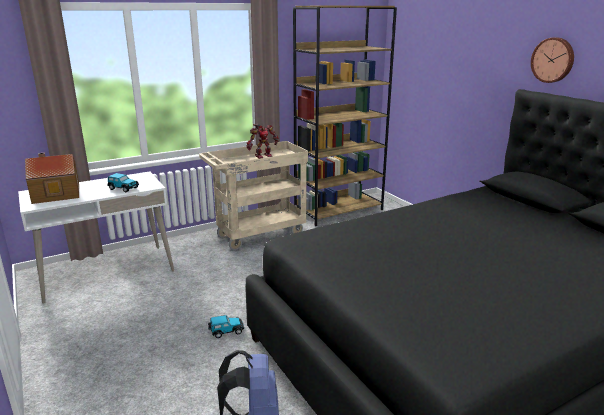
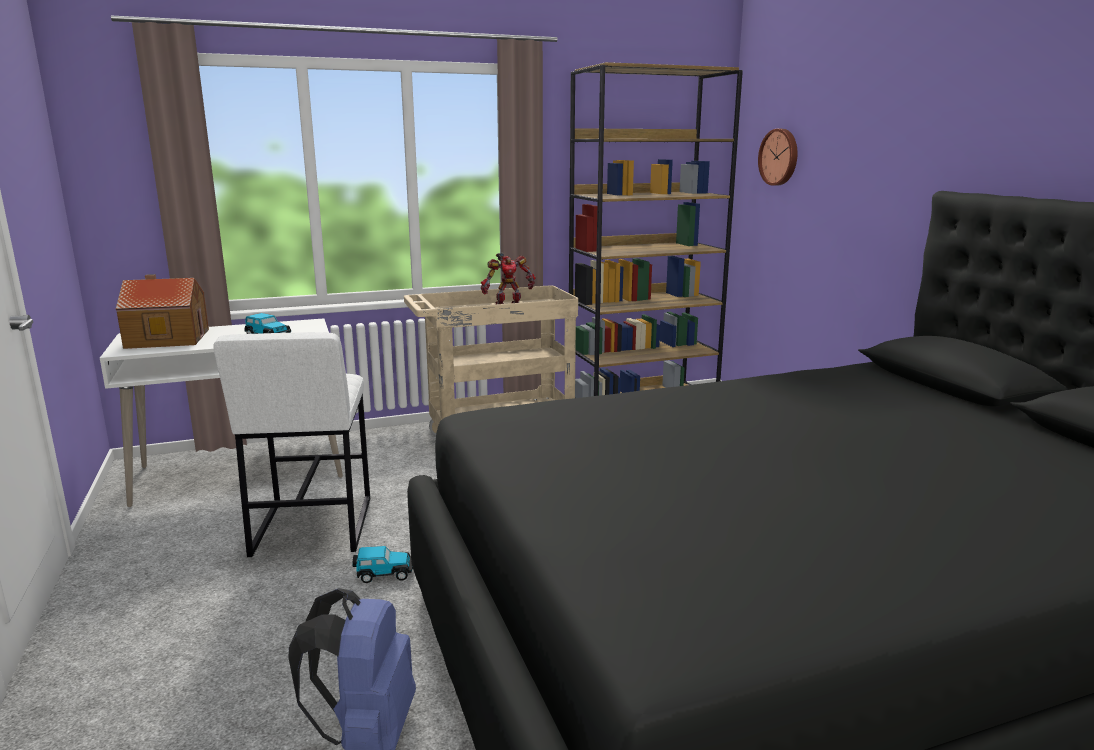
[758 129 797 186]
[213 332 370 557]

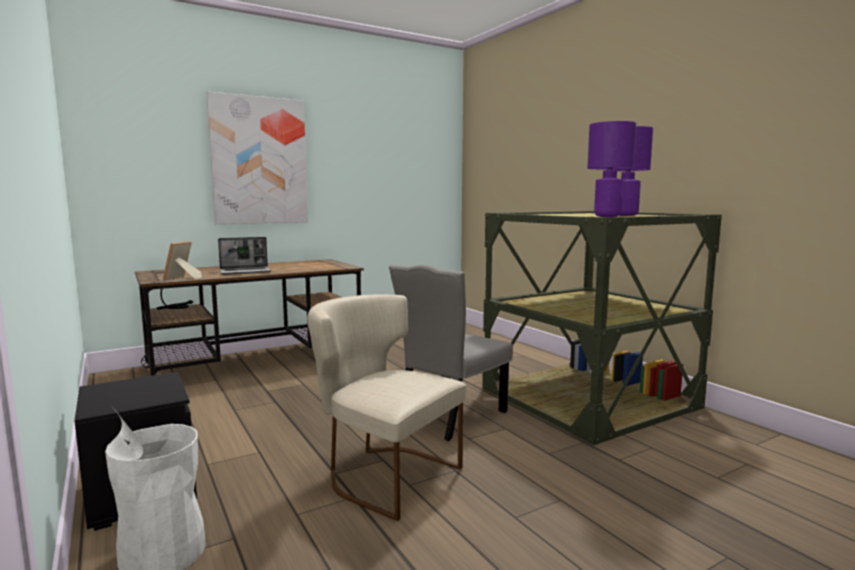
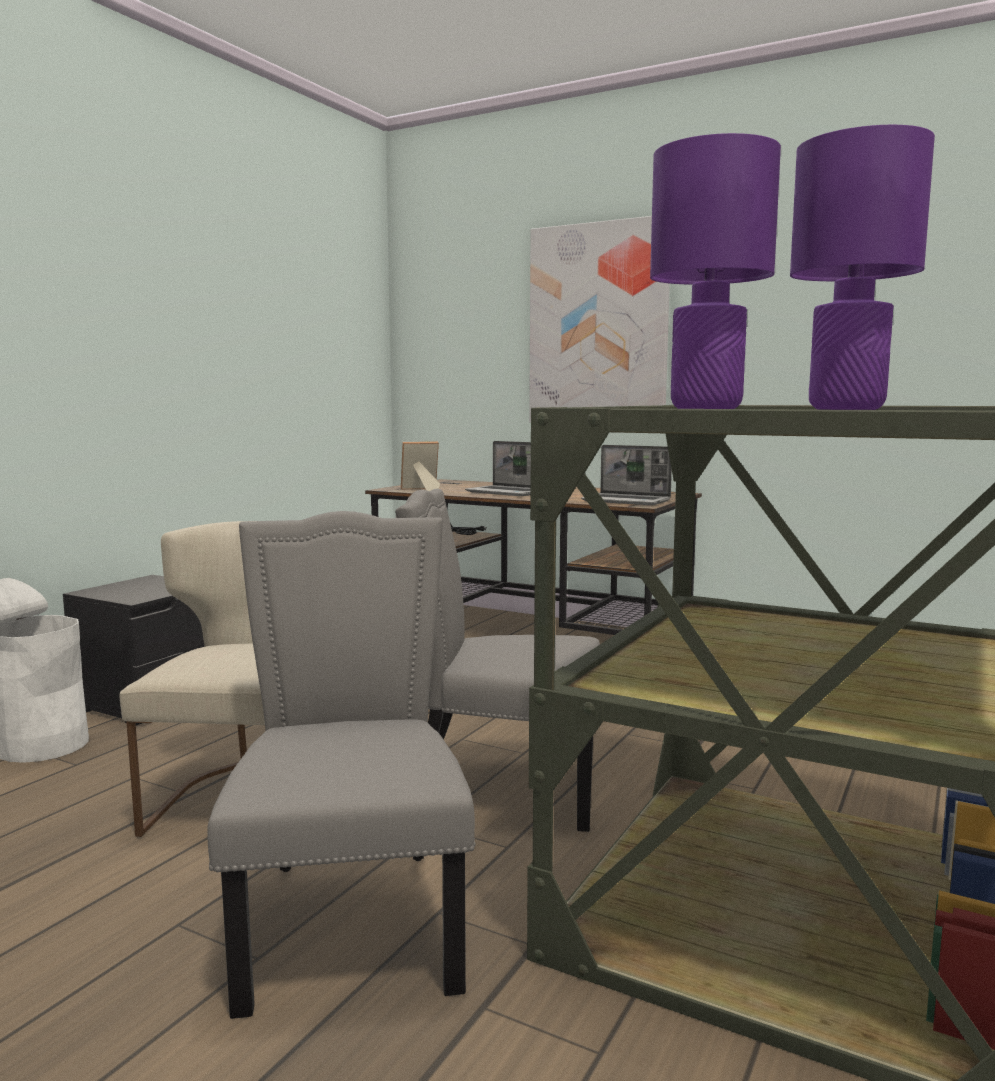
[207 511 476 1019]
[581 445 672 505]

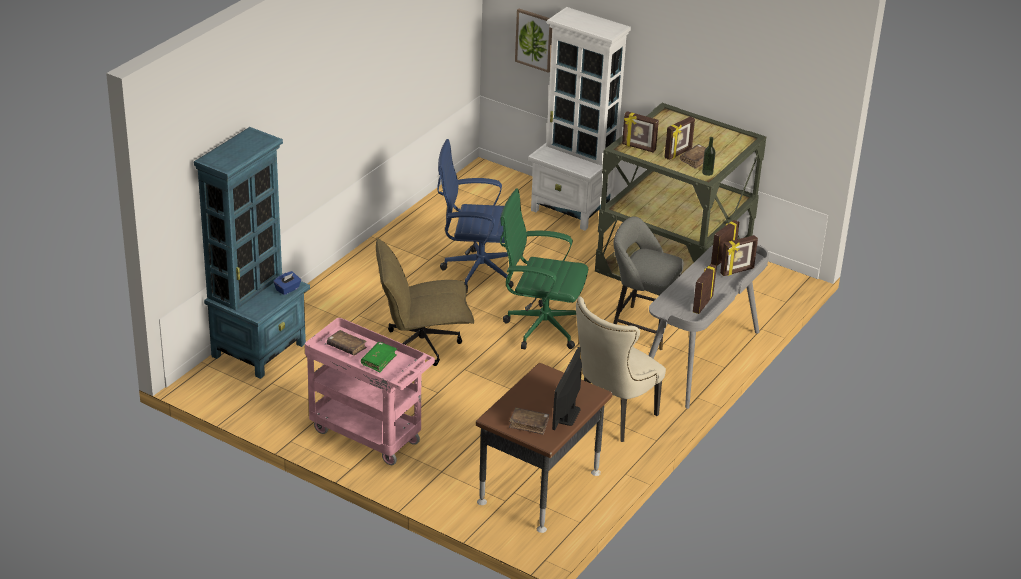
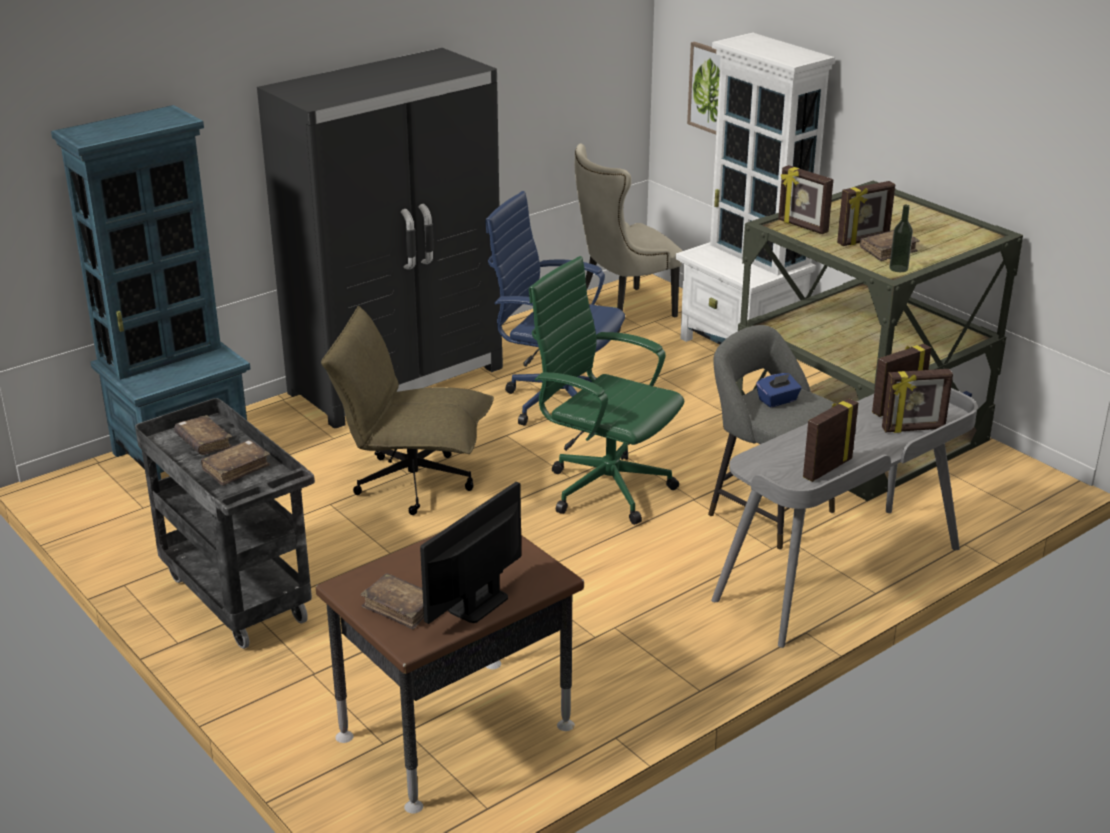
[756 373 802 407]
[135 398 315 649]
[201 440 270 486]
[575 143 682 333]
[257 48 503 428]

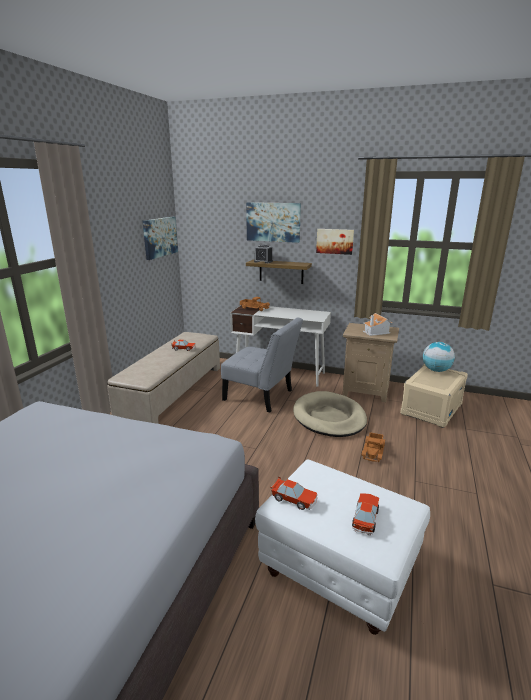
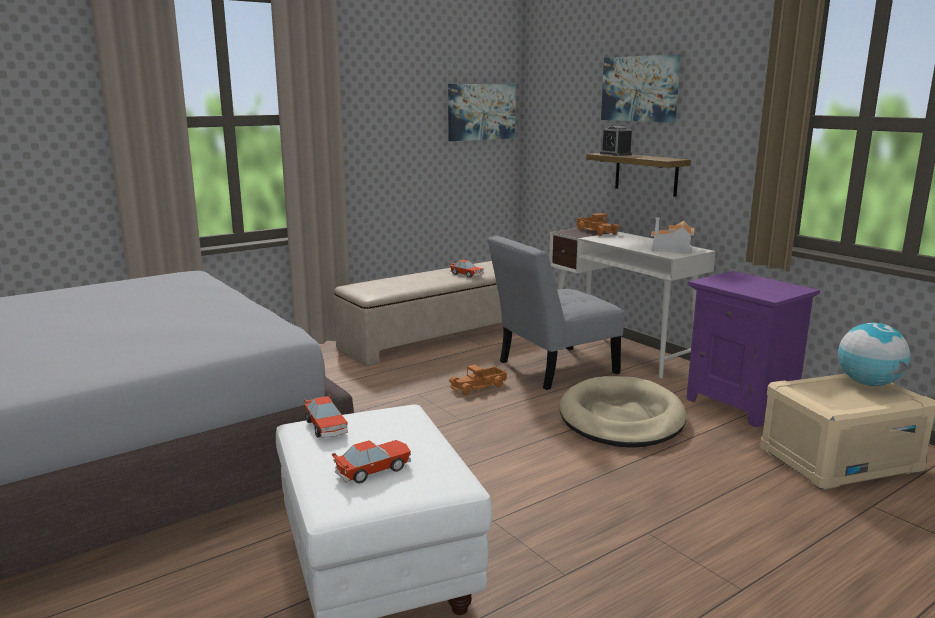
[488 235 624 390]
[316 229 354 255] (first image)
[686 271 820 428]
[449 365 507 395]
[651 218 694 253]

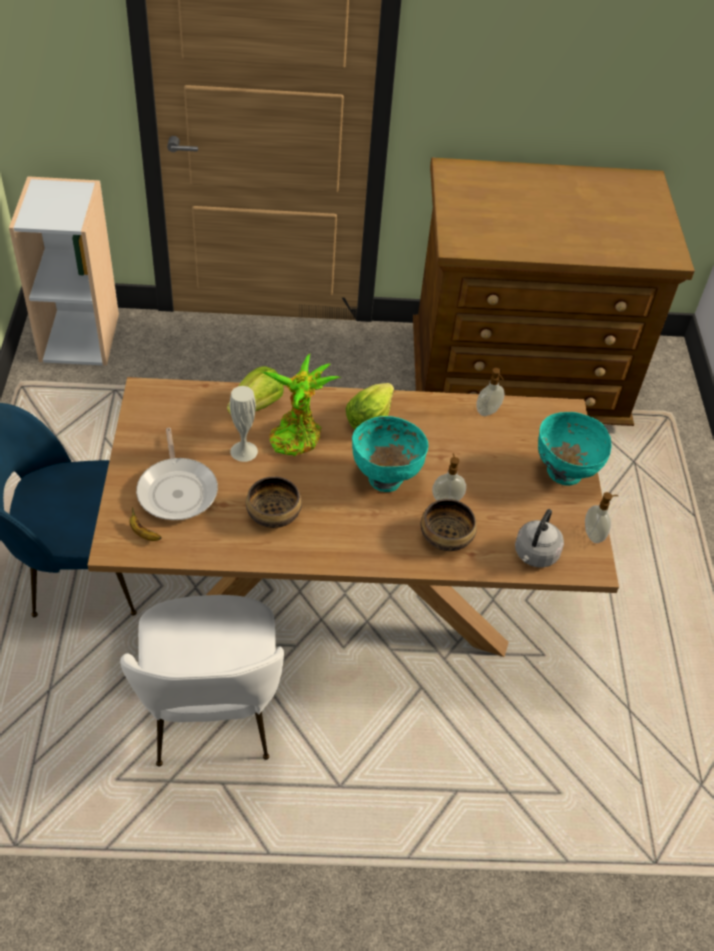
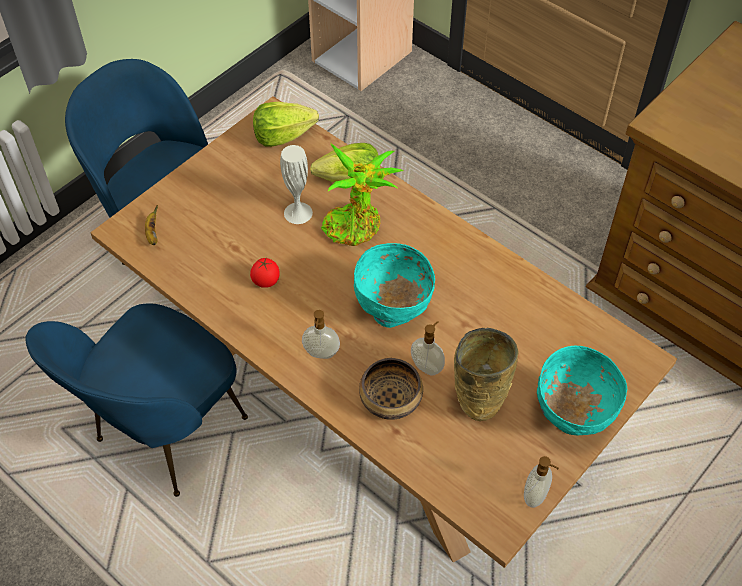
[26 304 248 497]
[136 427 218 520] (first image)
[250 258 280 288]
[253 102 319 147]
[302 310 340 359]
[515 509 564 568] (first image)
[454 328 519 421]

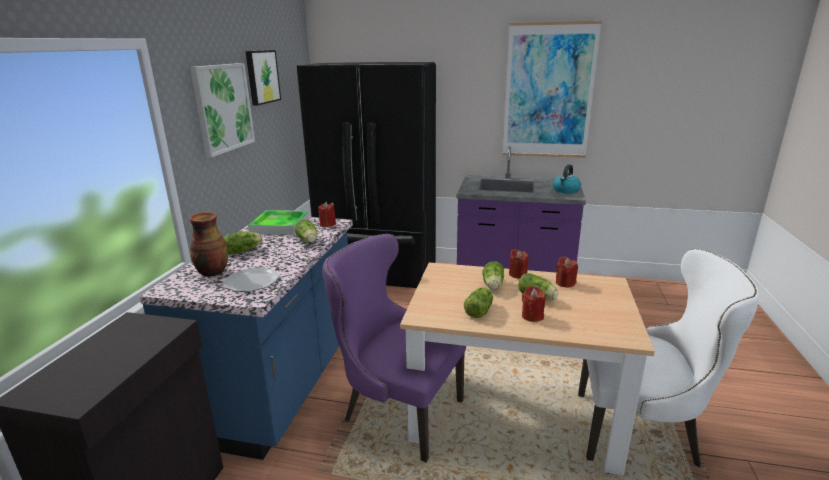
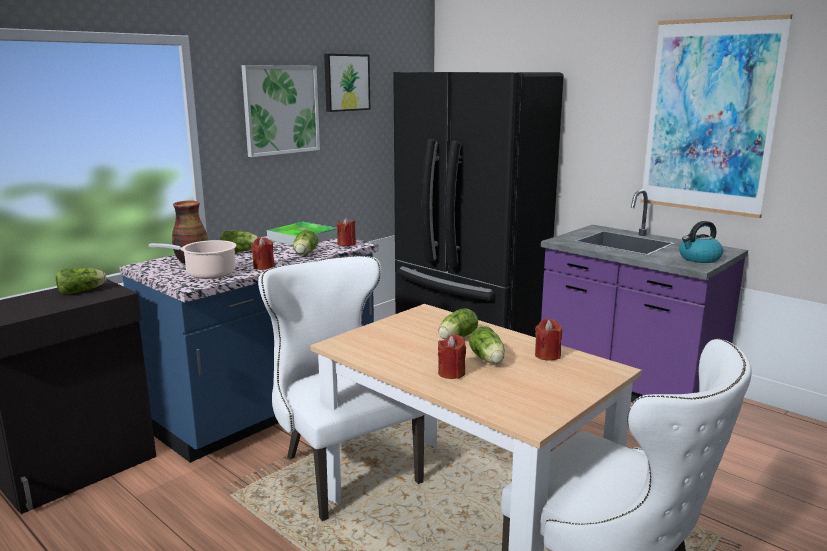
[148 240 237 279]
[258 256 426 521]
[56 268 106 295]
[251 237 275 270]

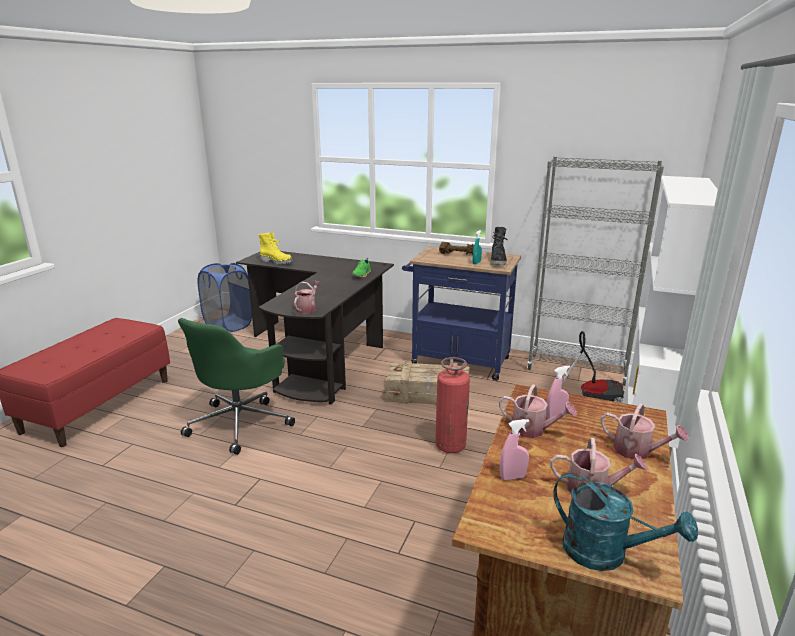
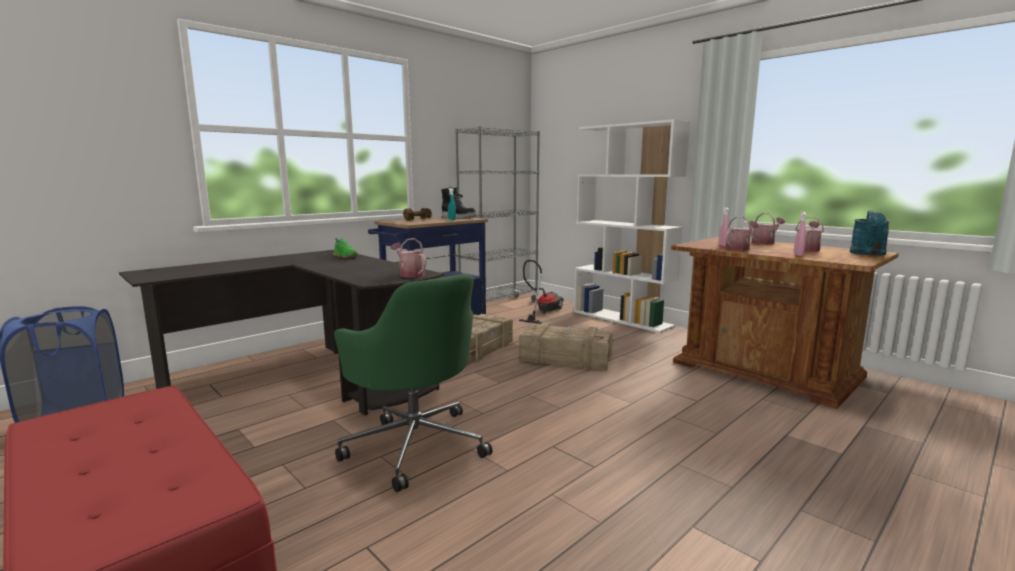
[259 232 293 265] (first image)
[519 323 613 371]
[850 210 890 256]

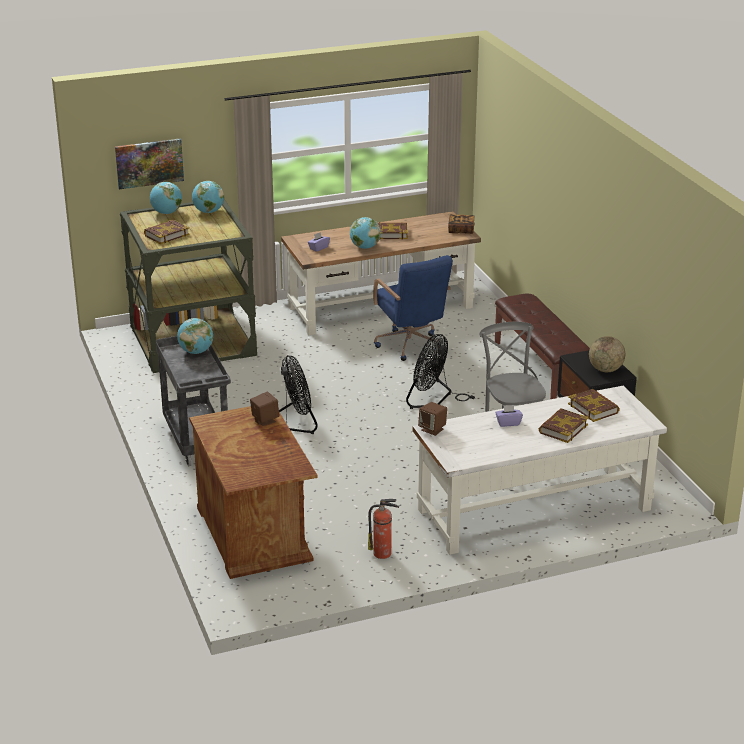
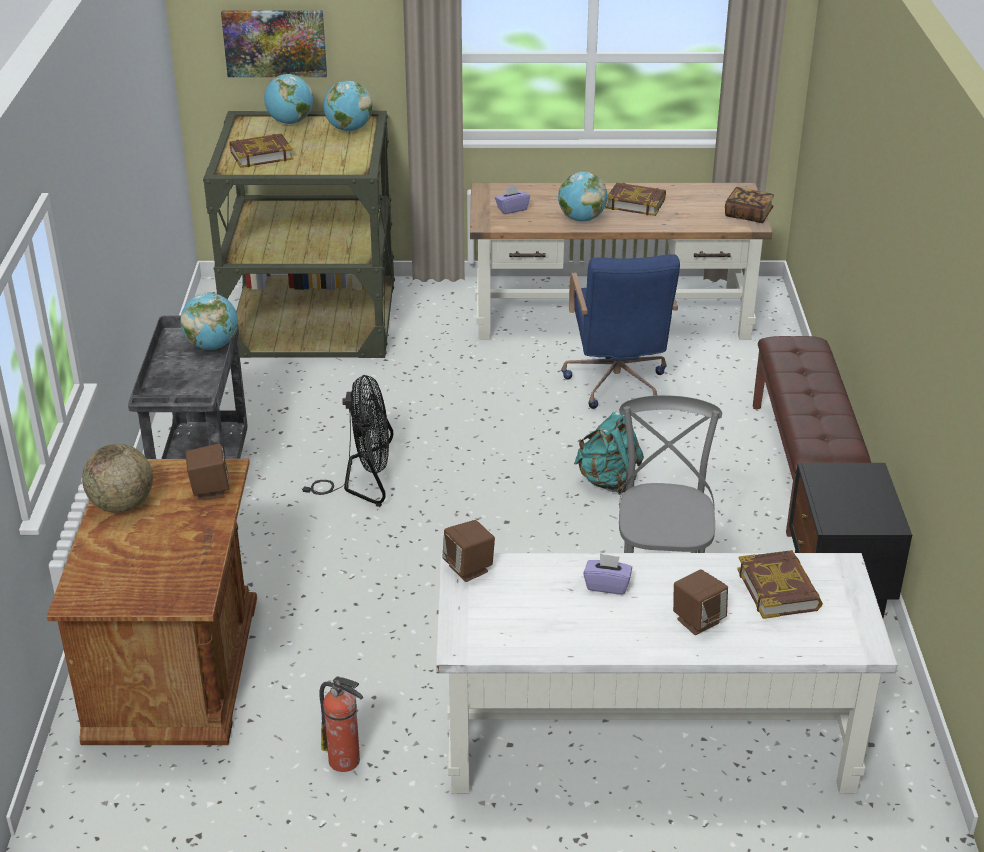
[574 412 644 495]
[673 570 728 635]
[82 444 153 513]

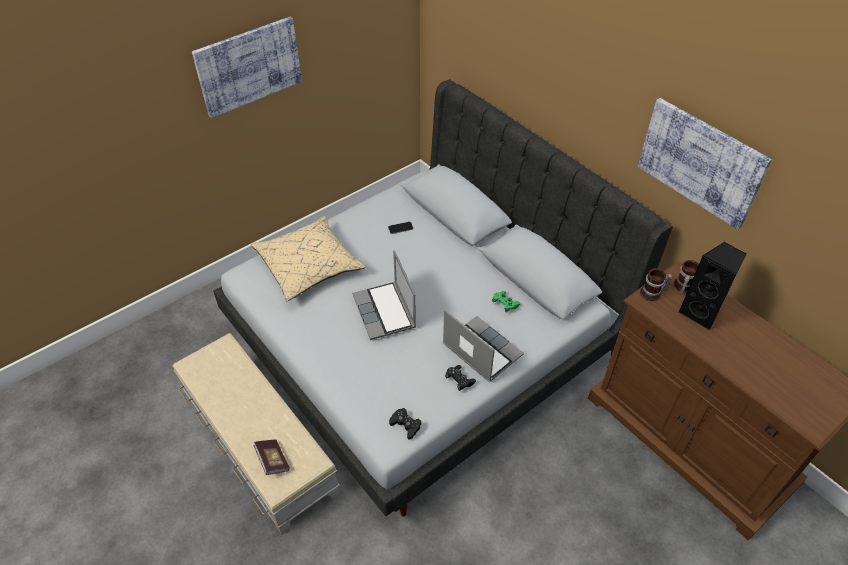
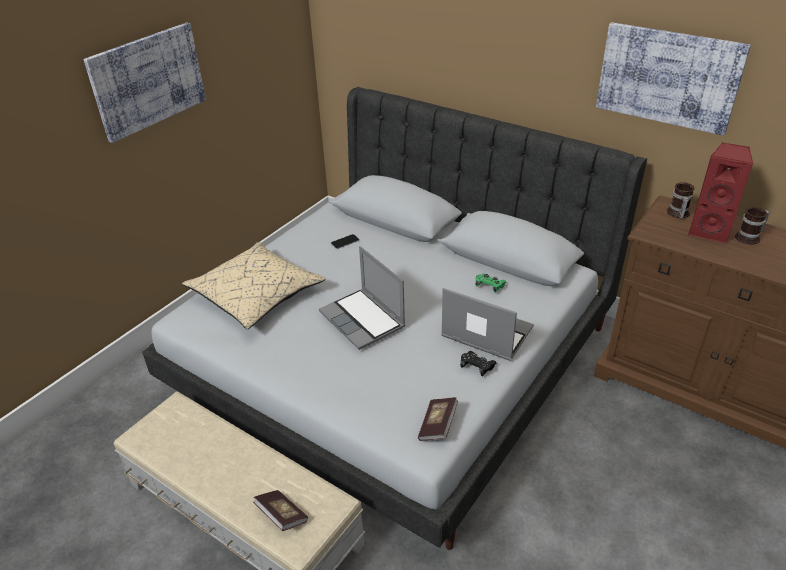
[418 397 458 441]
[735 207 770 245]
[688 142 753 243]

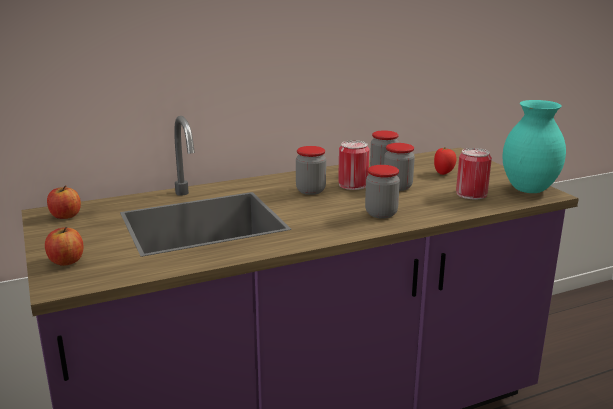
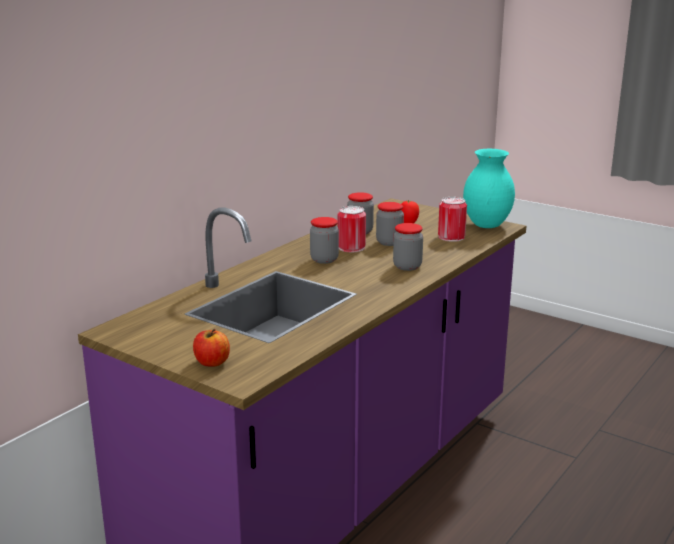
[47 185 81 219] (first image)

